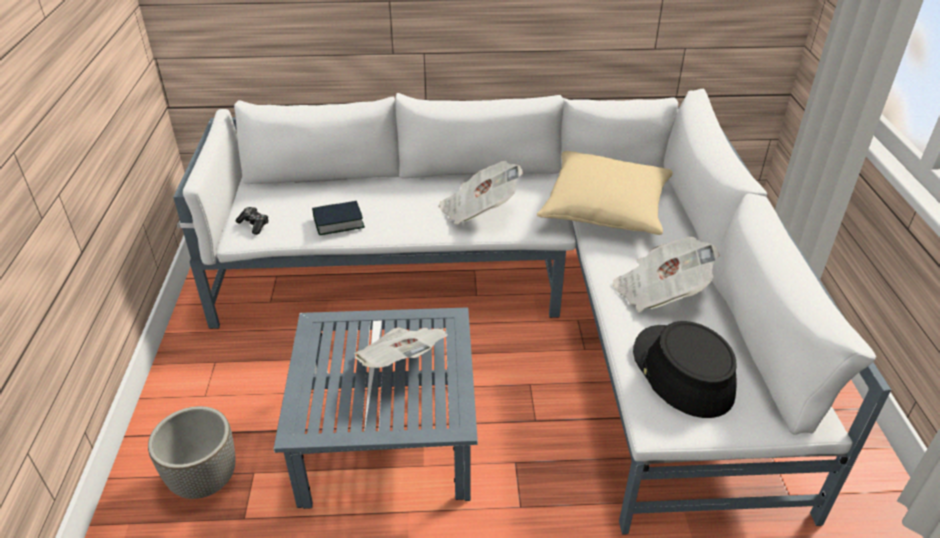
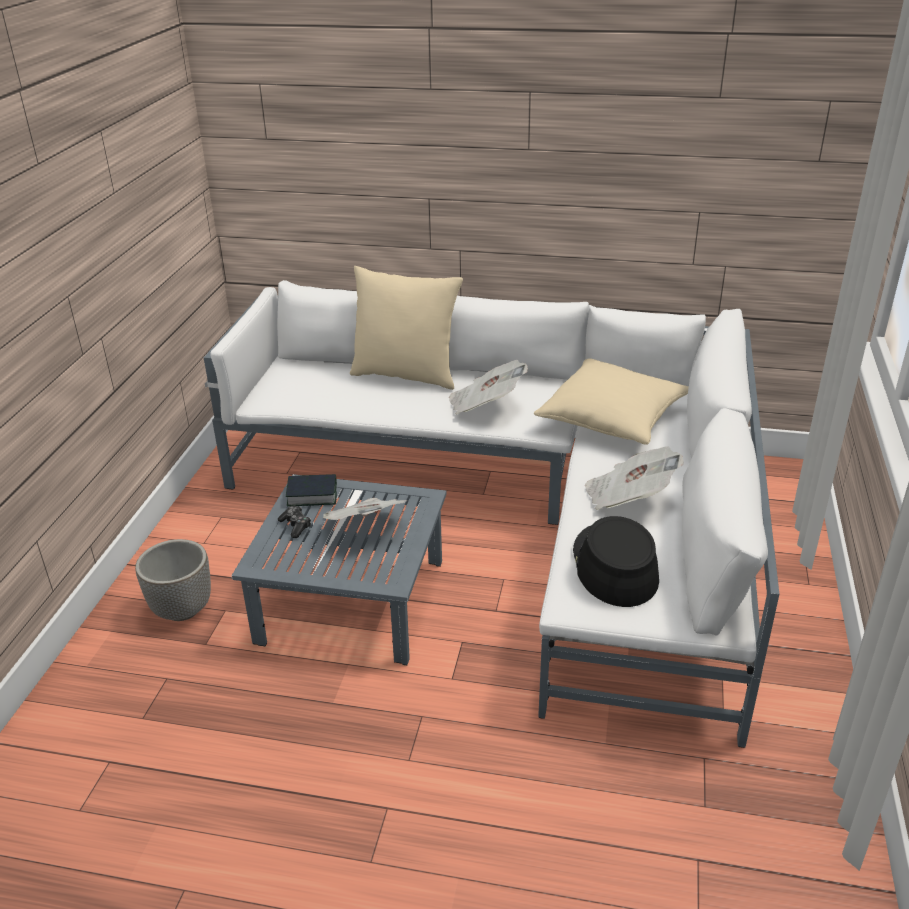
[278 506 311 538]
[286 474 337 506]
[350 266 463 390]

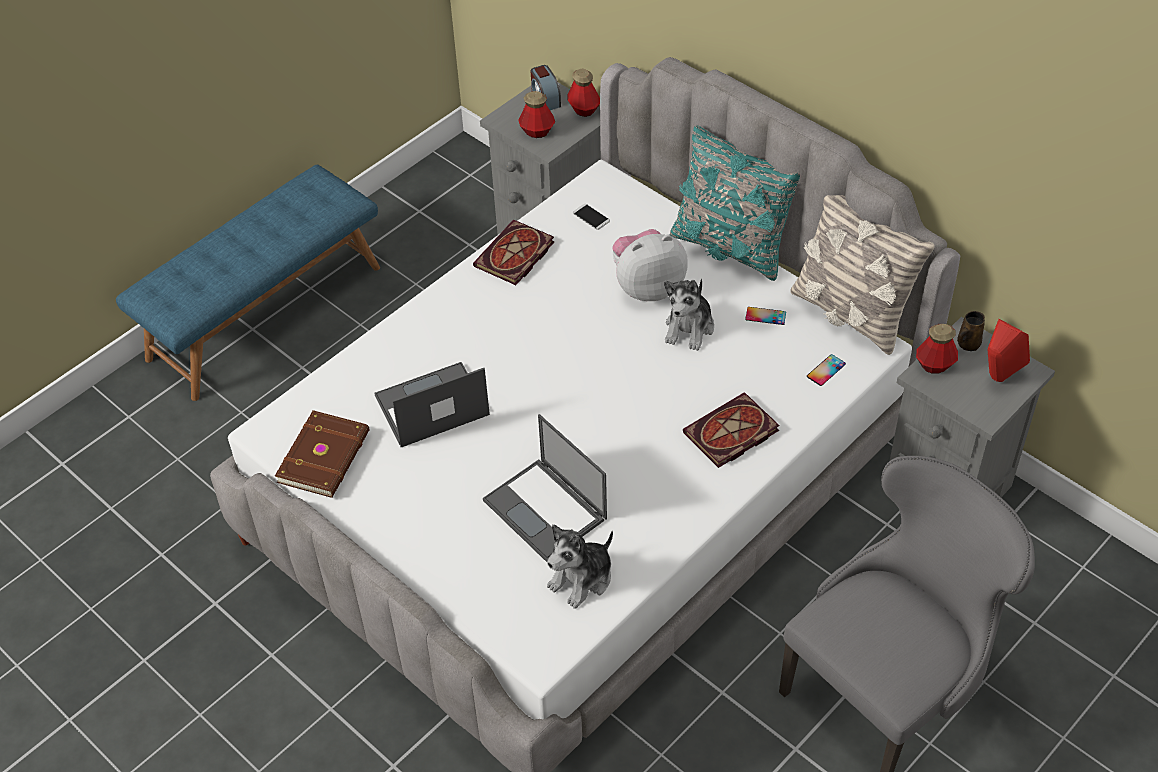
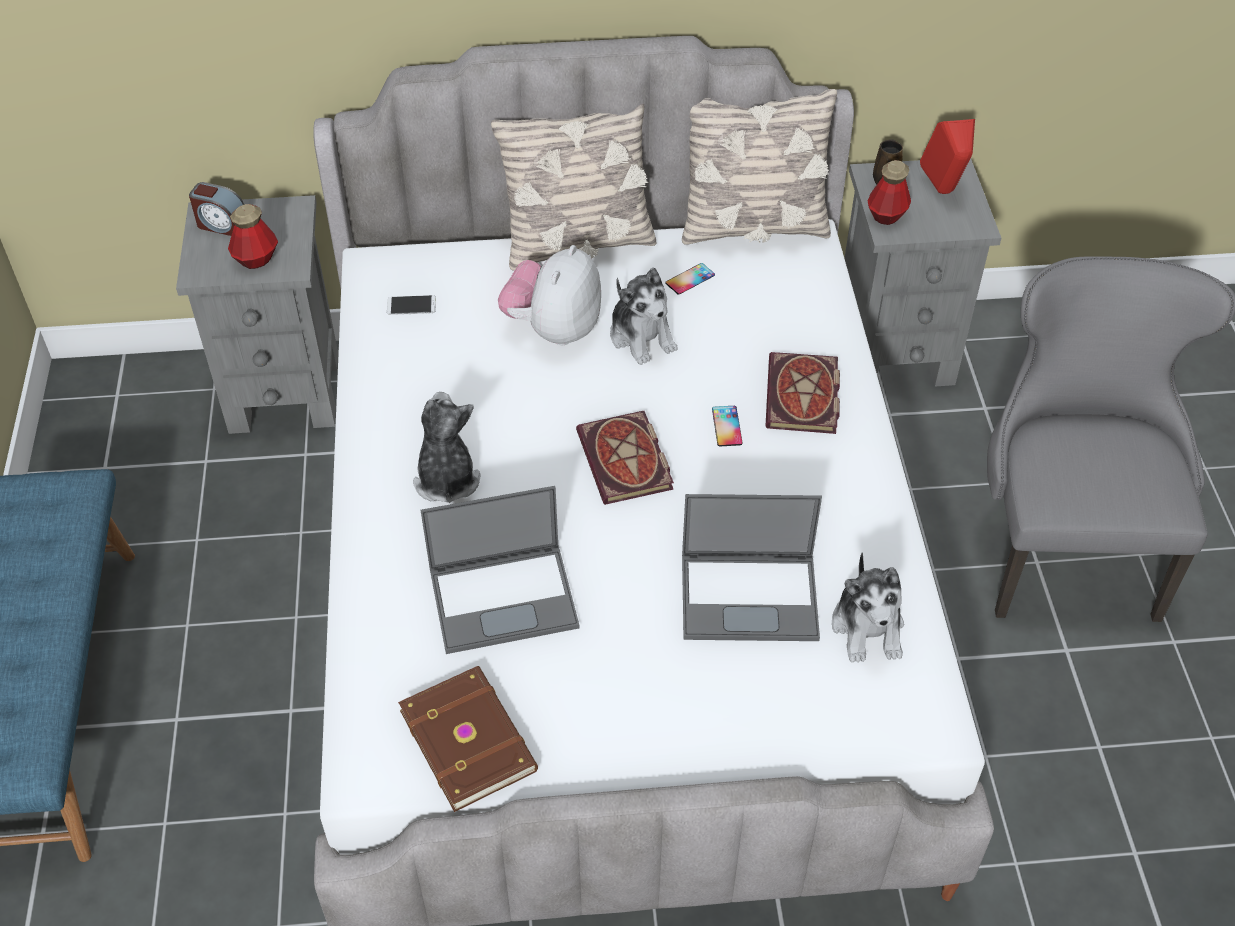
[421 486 579 654]
[576 411 674 505]
[567 69 600 117] (first image)
[491 104 656 270]
[712 406 743 446]
[413 392 480 503]

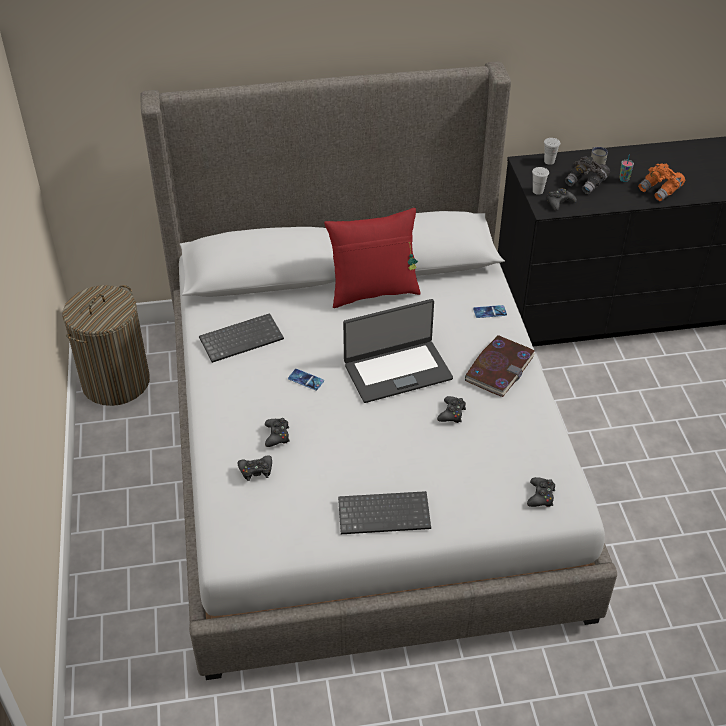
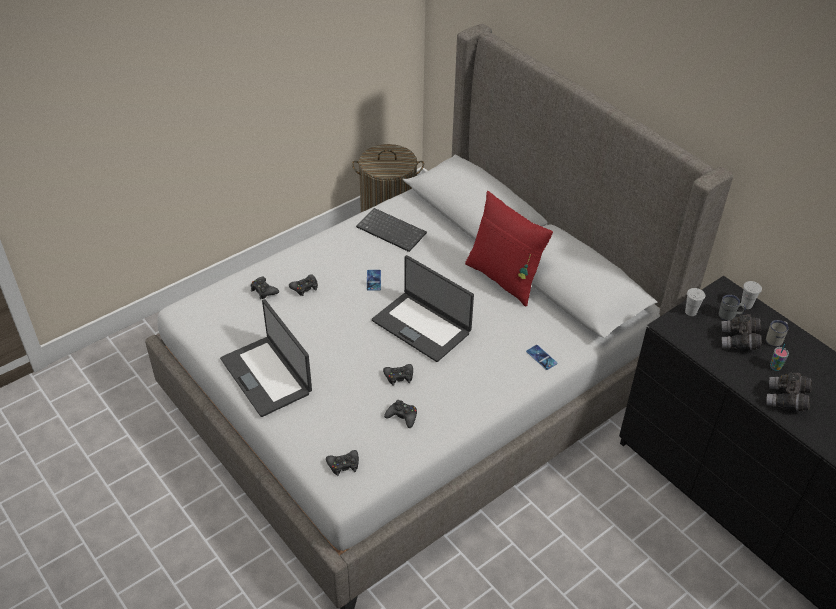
[220 299 312 417]
[465 335 535 397] (first image)
[384 400 417 428]
[766 372 812 411]
[719 295 746 321]

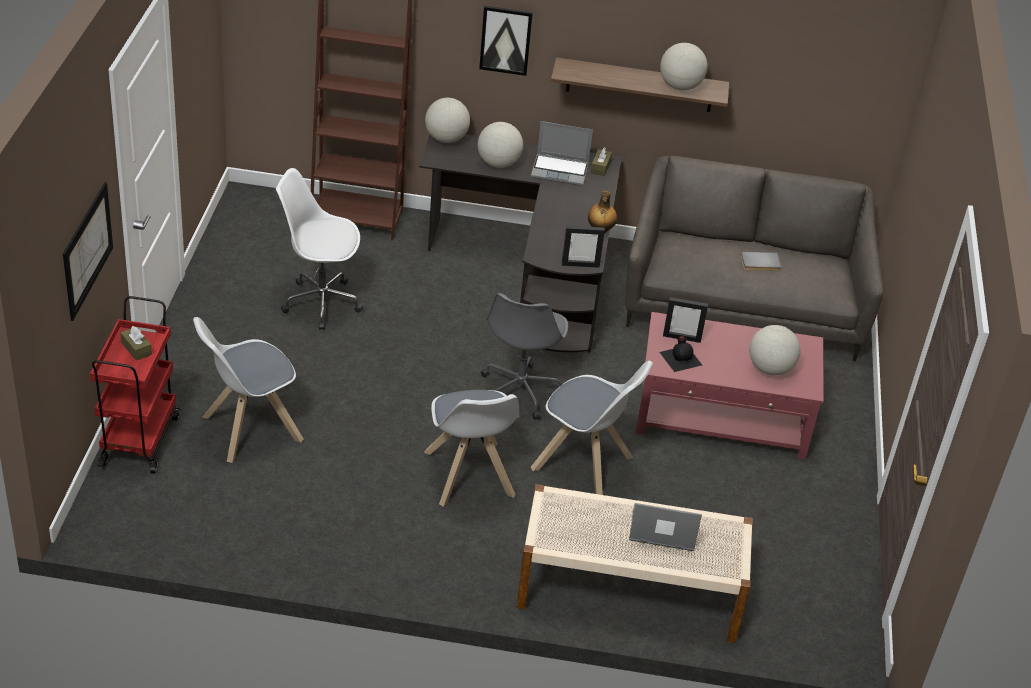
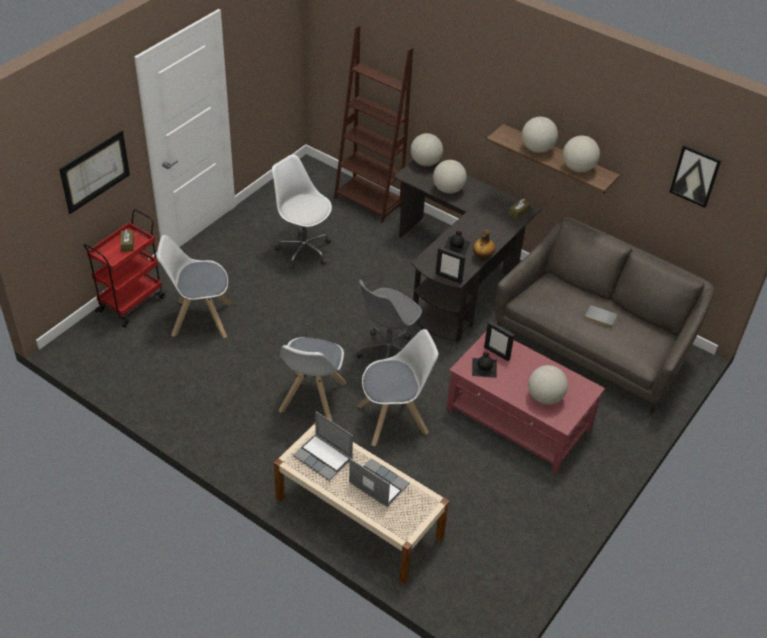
[670 144 722 208]
[293 411 353 481]
[356 329 438 446]
[444 230 470 256]
[522 117 558 153]

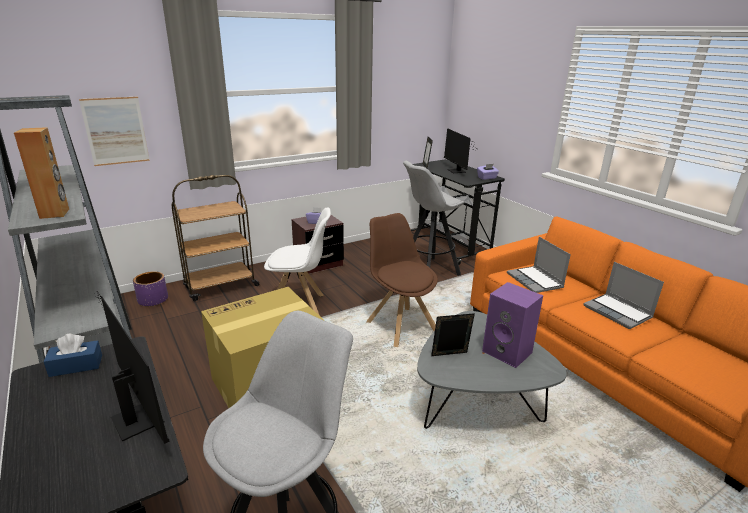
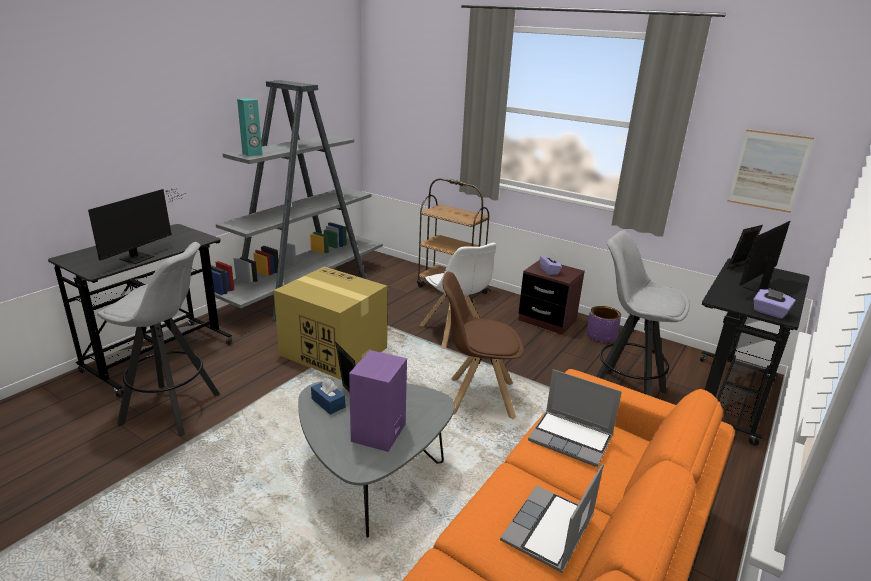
[237 98 262 156]
[311 378 345 415]
[728 129 814 213]
[586 306 621 343]
[442 272 524 419]
[528 369 622 467]

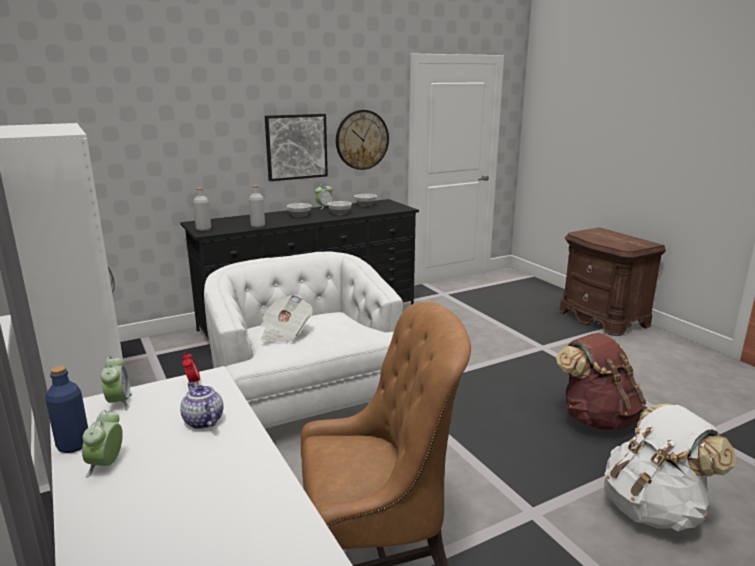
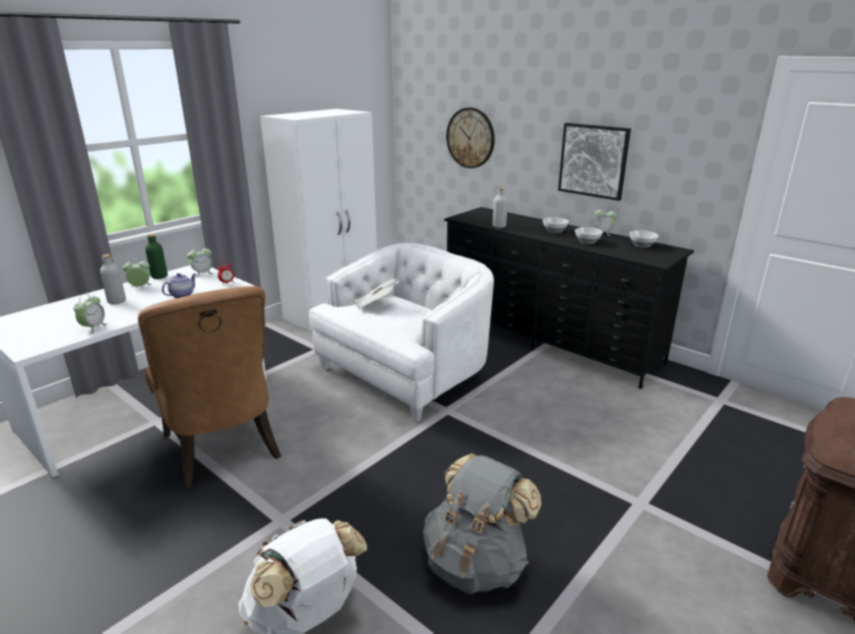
[145 234 168 279]
[100 254 126 304]
[446 108 495 168]
[423 453 541 594]
[73 294 107 334]

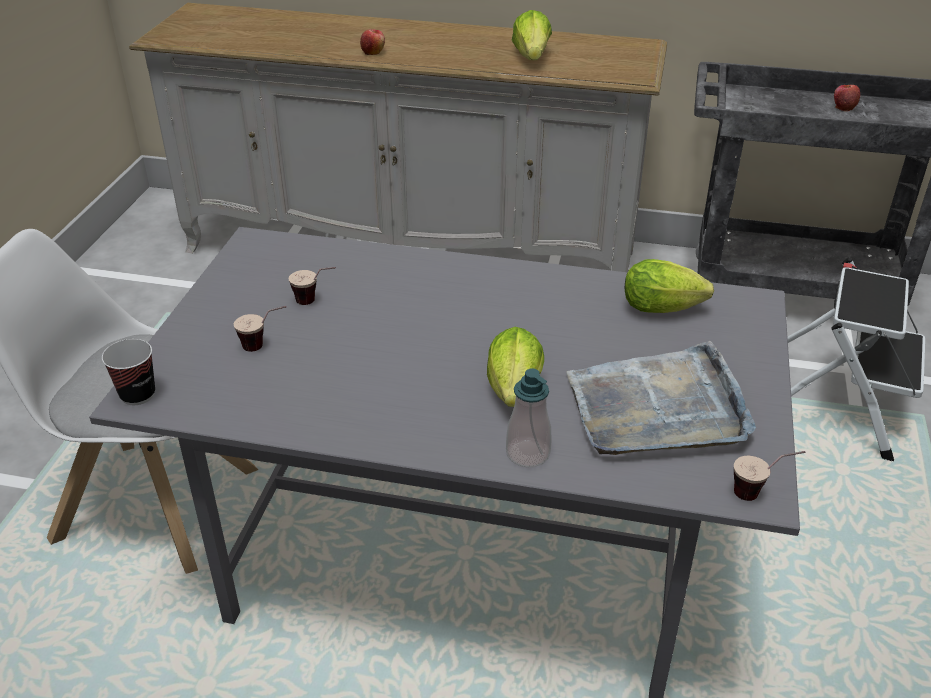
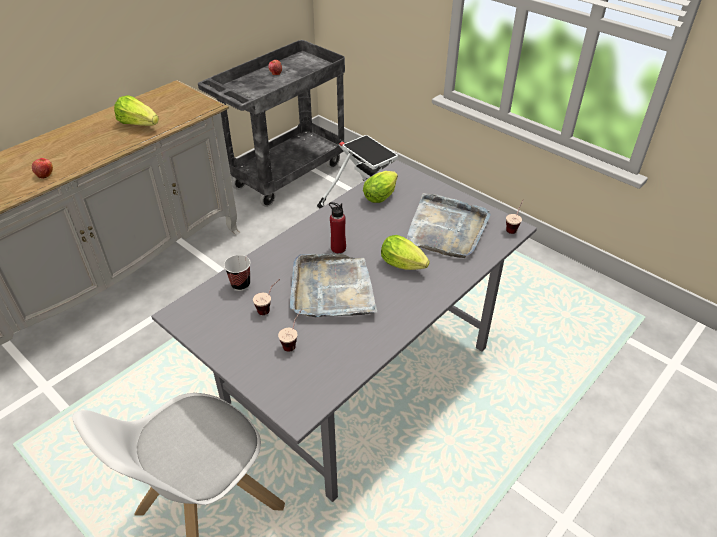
[224 255 251 291]
[506 368 551 468] (first image)
[290 253 377 317]
[329 202 346 253]

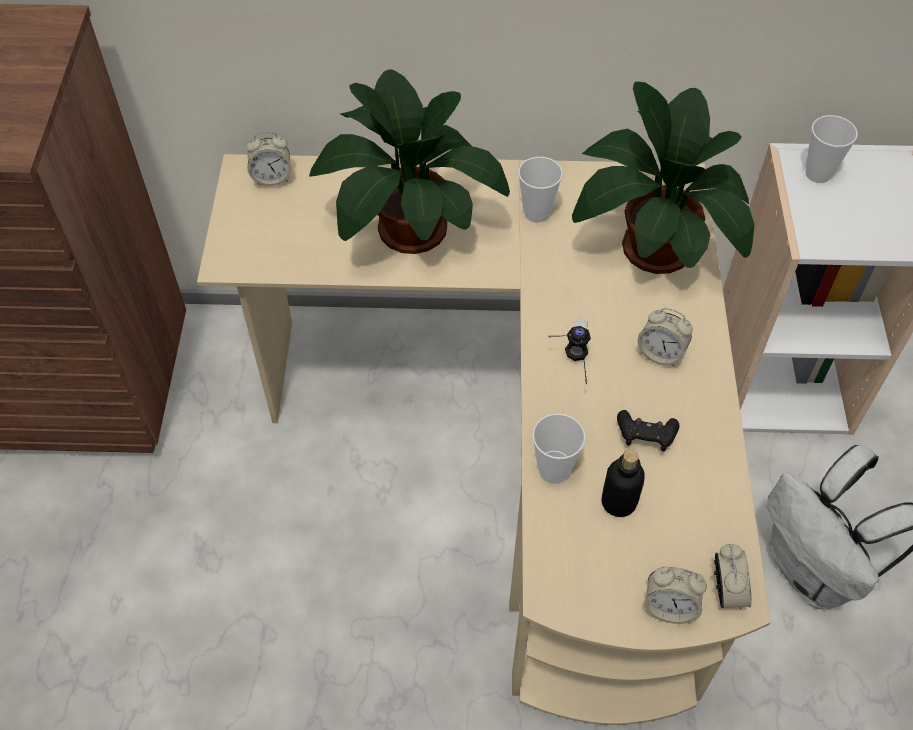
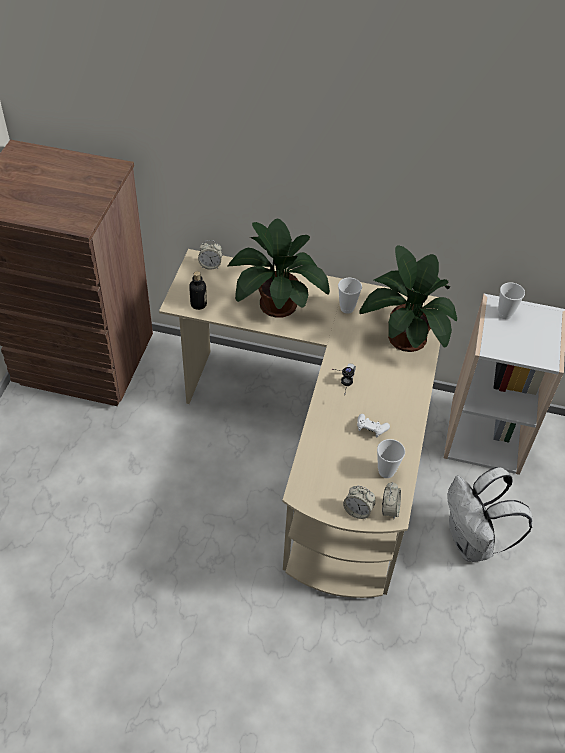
[377 439 405 478]
[189 271 207 310]
[357 414 390 437]
[637 308 693 367] (first image)

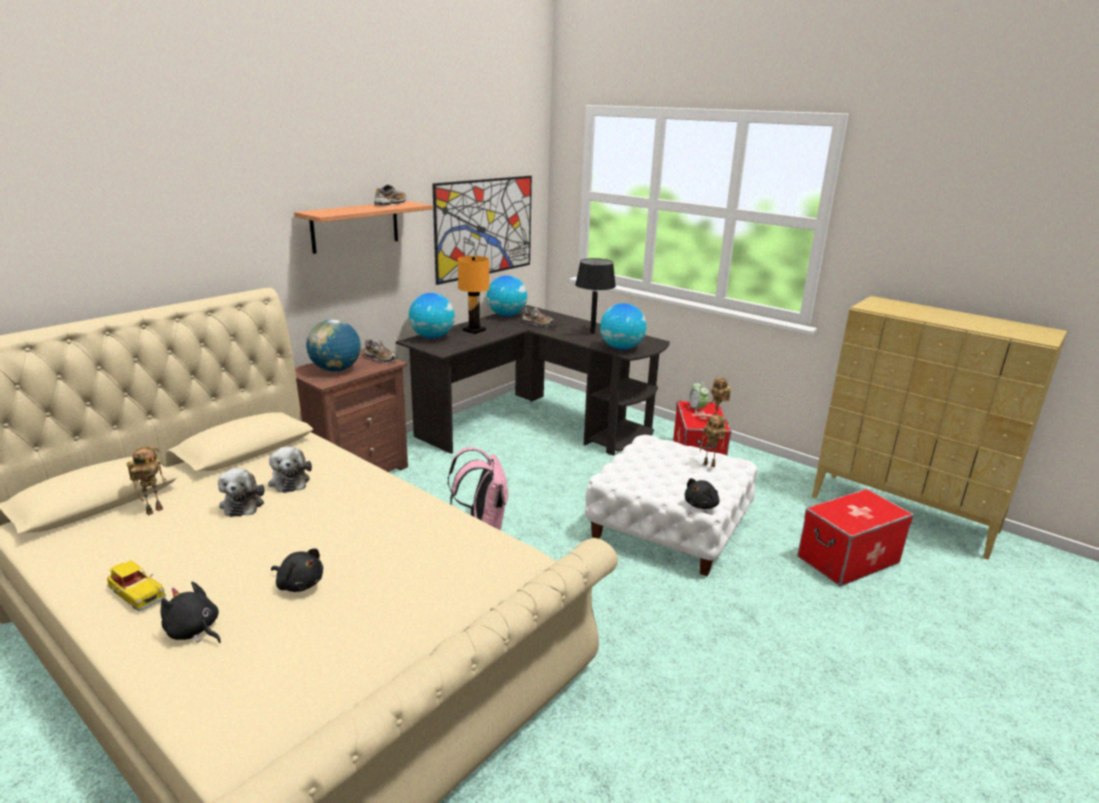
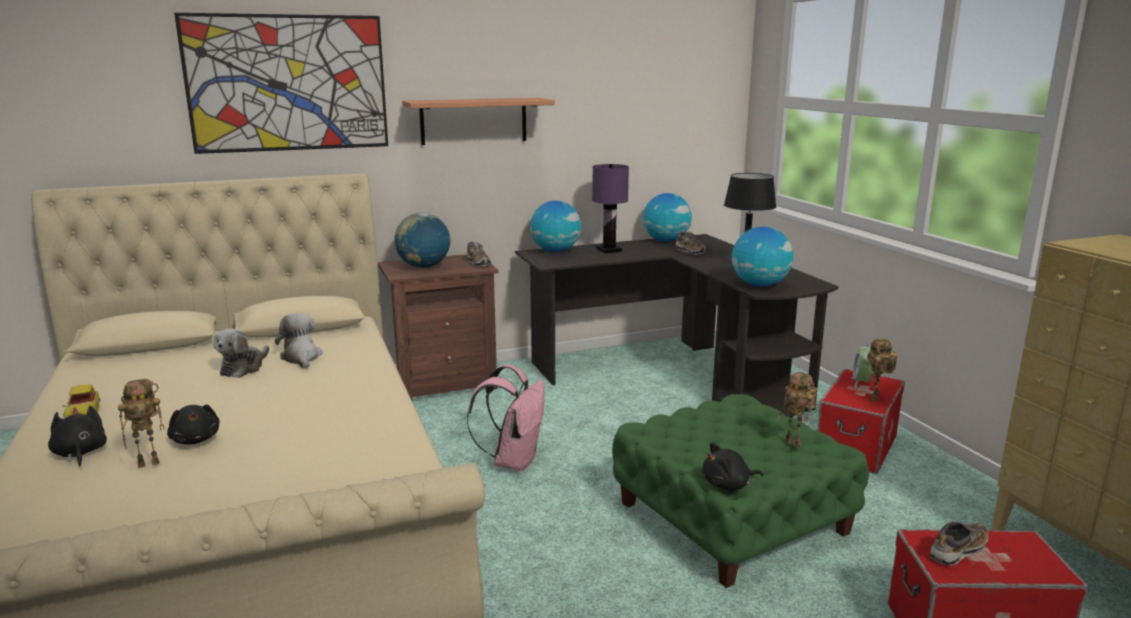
[118 379 165 468]
[275 312 322 369]
[929 521 989 565]
[174 13 388 154]
[592 164 629 253]
[612 394 869 588]

